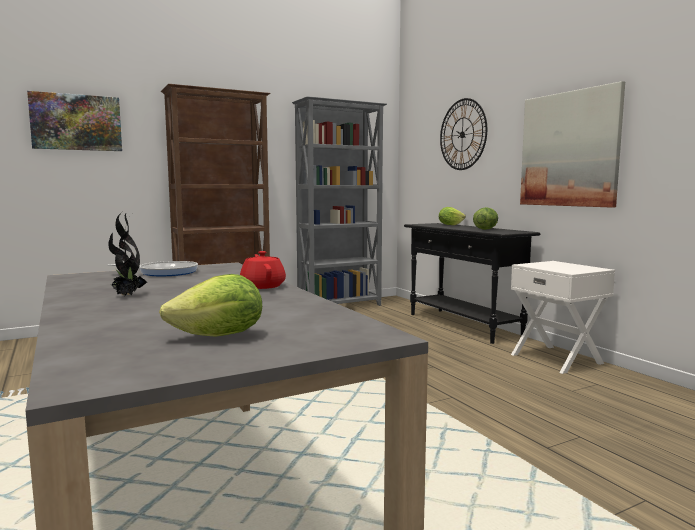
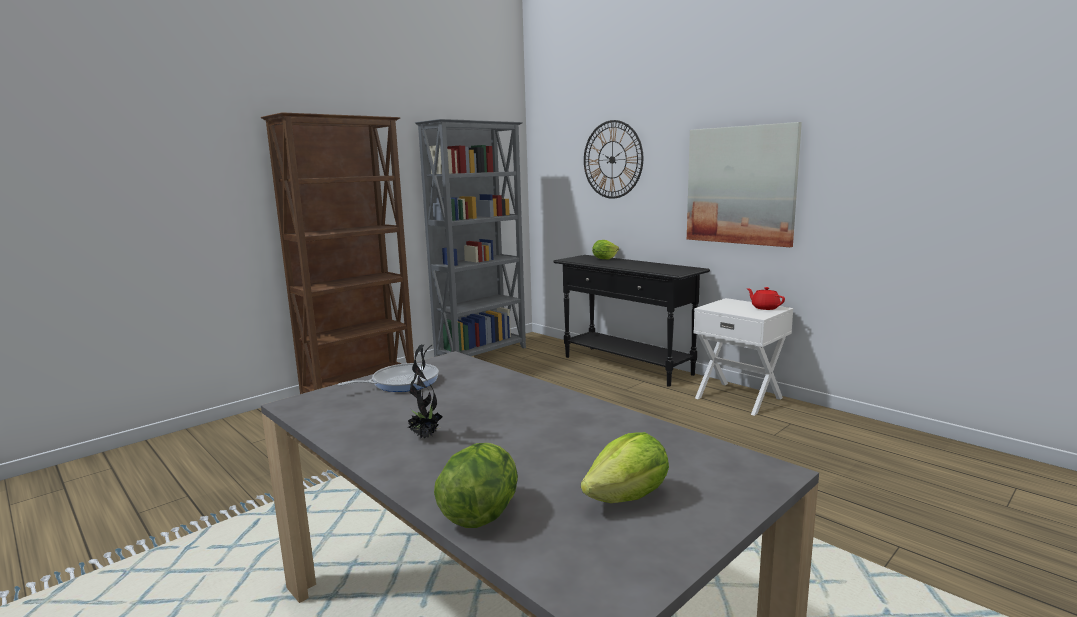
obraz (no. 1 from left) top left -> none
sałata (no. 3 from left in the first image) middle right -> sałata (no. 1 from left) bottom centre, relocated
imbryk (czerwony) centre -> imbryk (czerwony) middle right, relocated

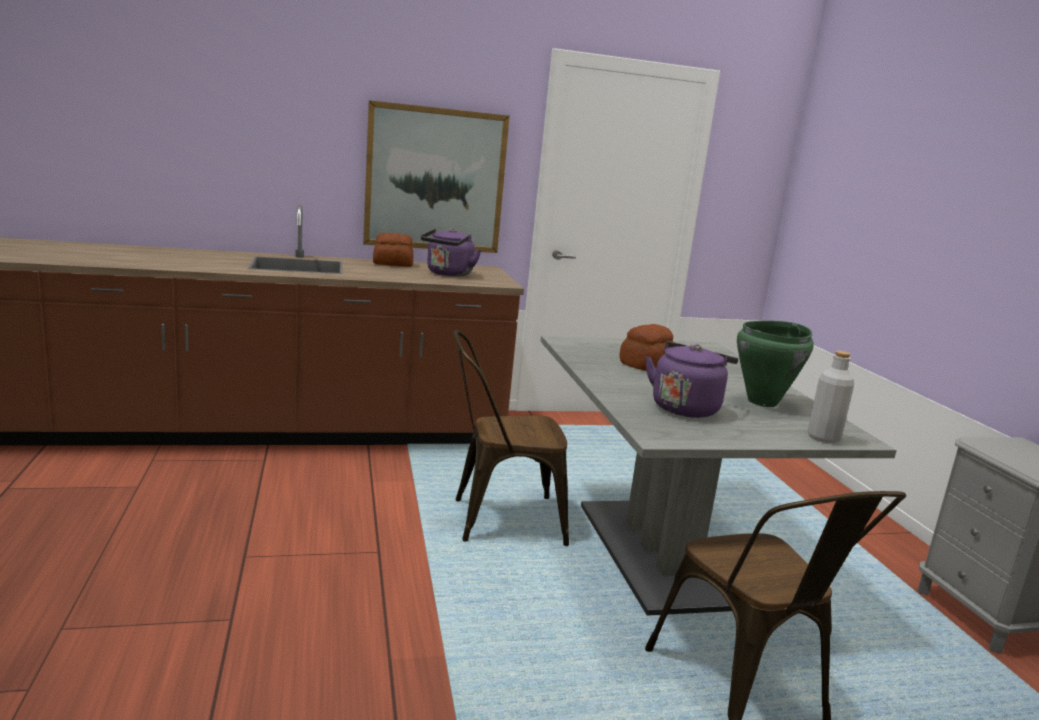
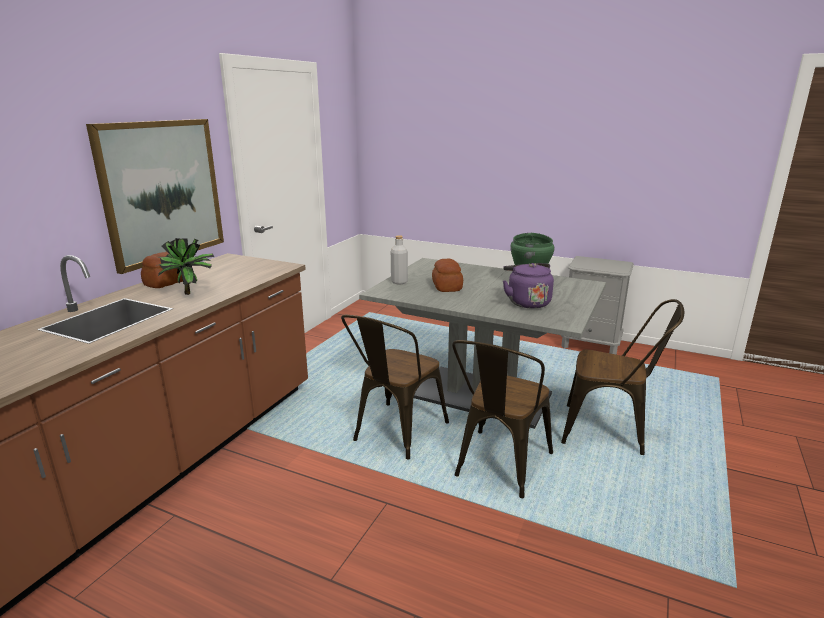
czajnik (fioletowy) (no. 1 from left) centre -> none
butelka (szary) middle right -> butelka (szary) centre, relocated
none -> roślina doniczkowa middle left
none -> krzesło (brązowy) (no. 2 from left) bottom centre

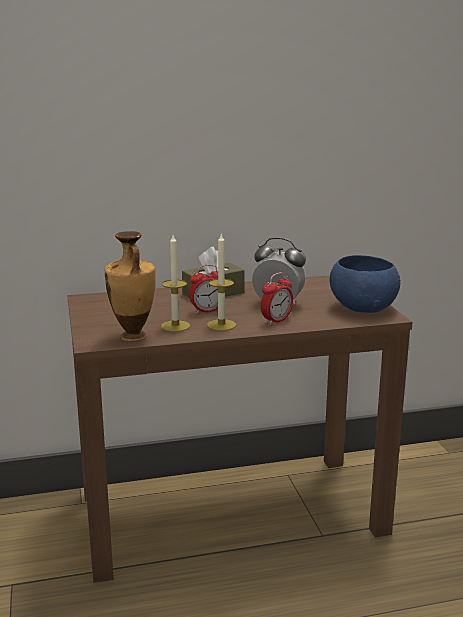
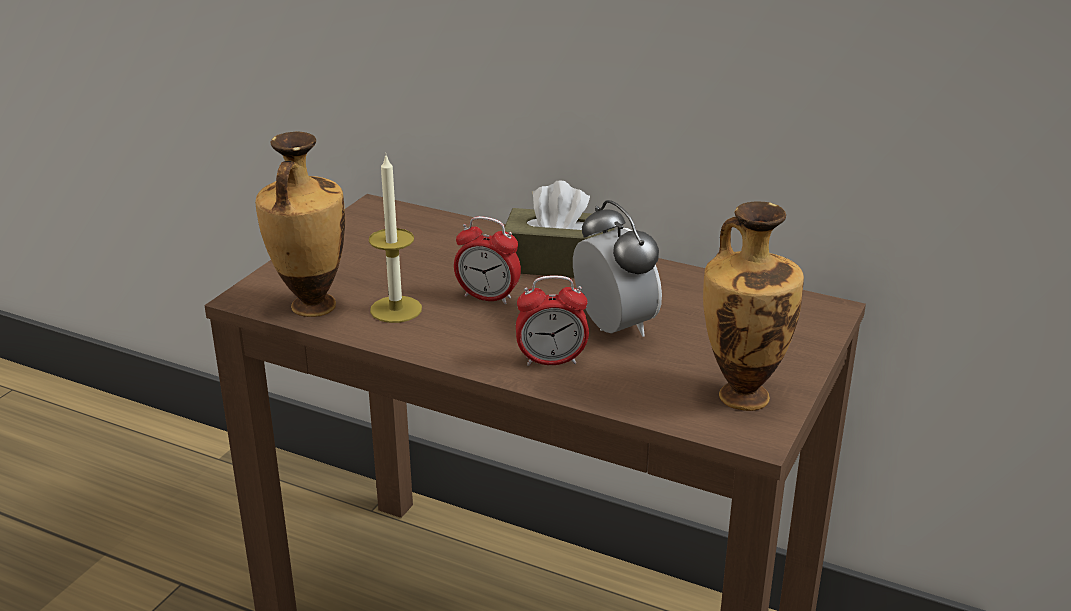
świeca (no. 2 from left) centre -> none
miska (niebieski) middle right -> wazon (no. 2 from left) middle right

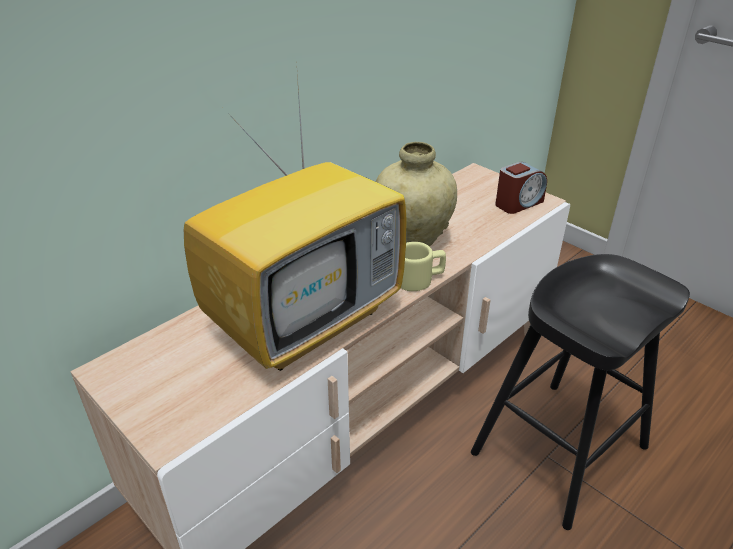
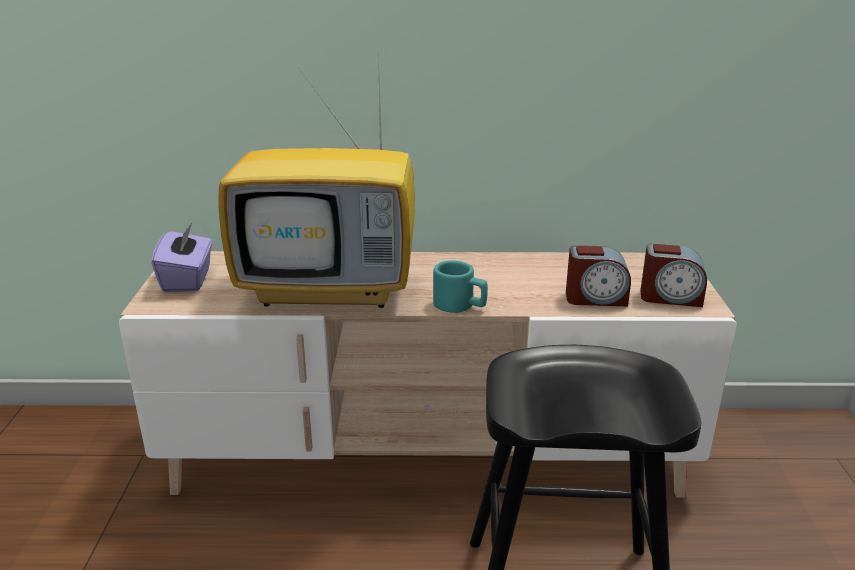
wazon (beżowy) centre -> none
kubek (beżowy) centre -> kubek (turkusowy) centre
none -> pudełko chusteczek (fioletowy) middle left
none -> budzik (no. 1 from left) middle right

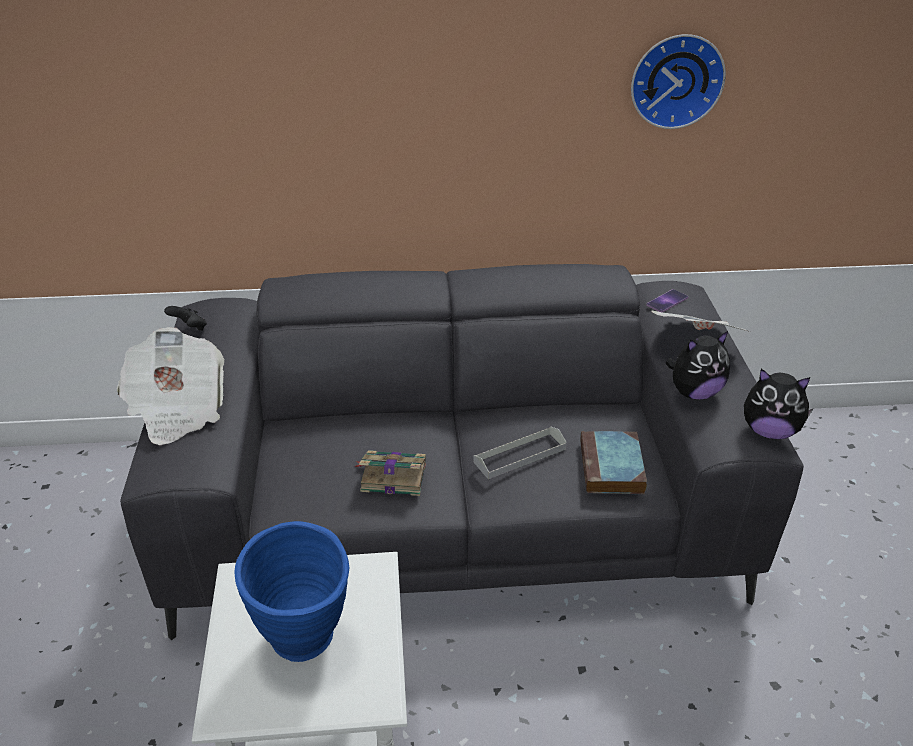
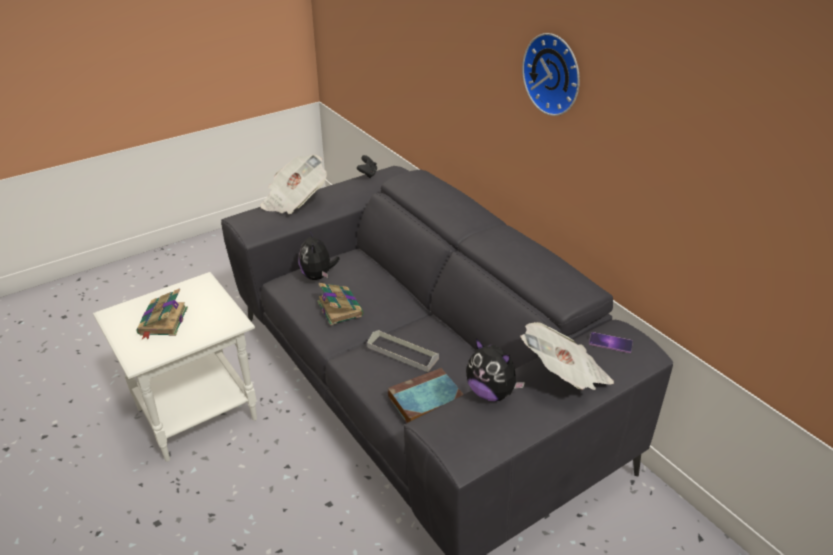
zegar ścienny top right -> zegar ścienny top centre, relocated
pluszak (no. 2 from left in the first image) middle right -> pluszak (no. 1 from left) centre, relocated
wazon (niebieski) bottom left -> książka (no. 1 from left) middle left

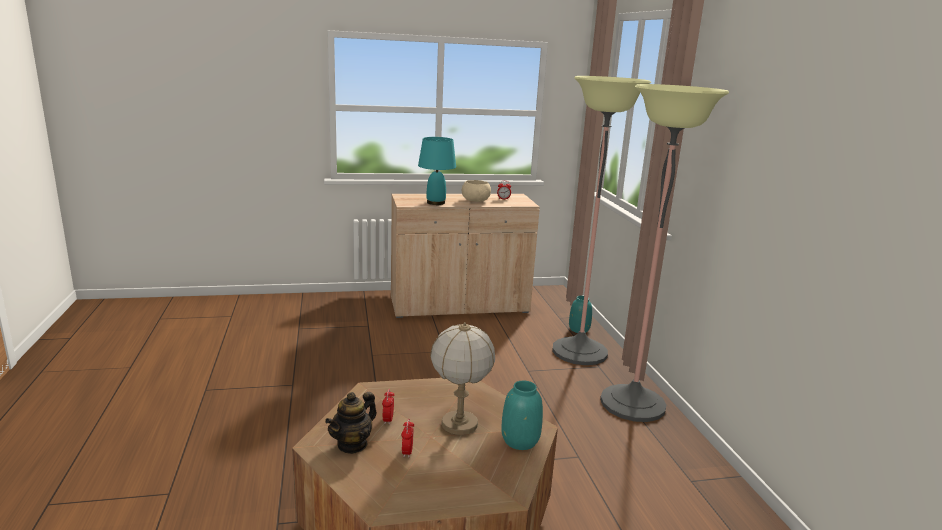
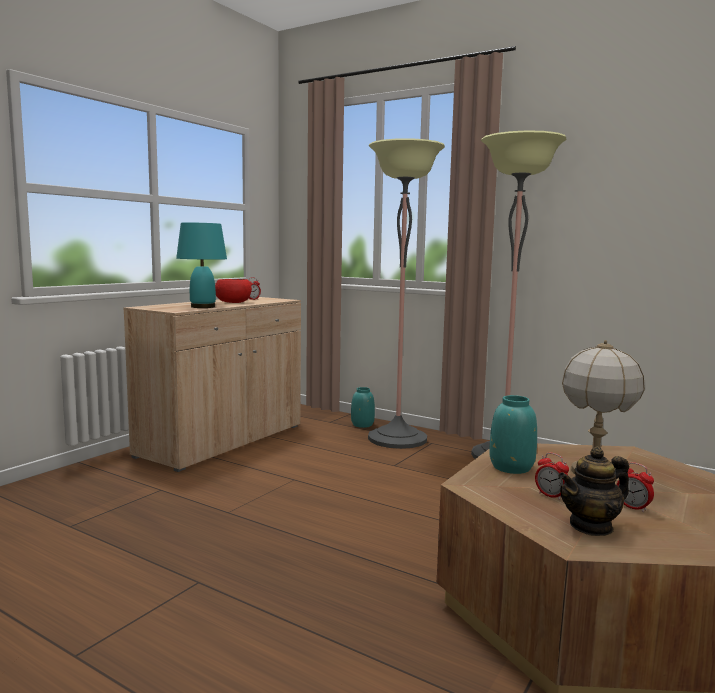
miska (beżowy) centre -> miska (czerwony) middle left
wazon (turkusowy) (no. 1 from left in the first image) bottom centre -> wazon (turkusowy) (no. 2 from left) middle right, relocated
imbryk bottom centre -> imbryk bottom right, 75 degrees clockwise

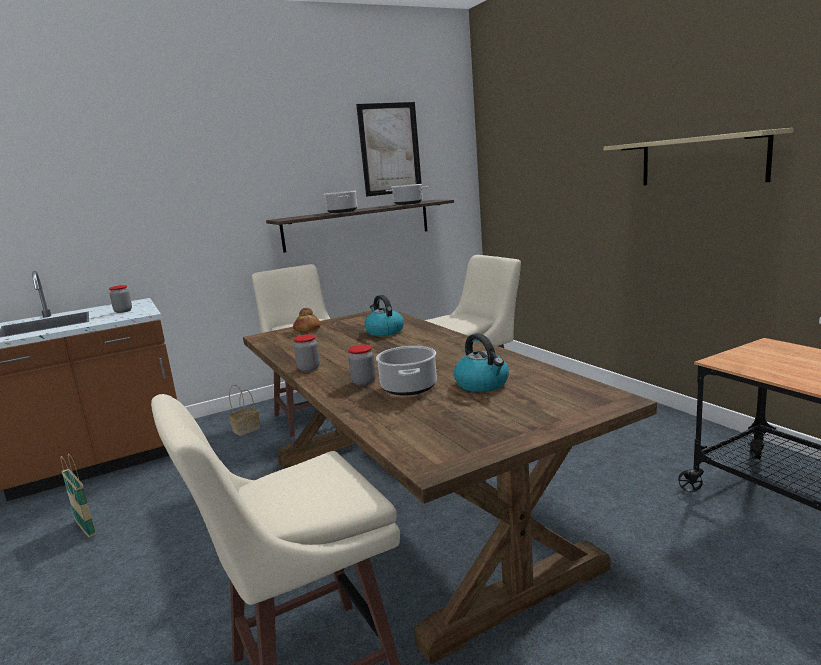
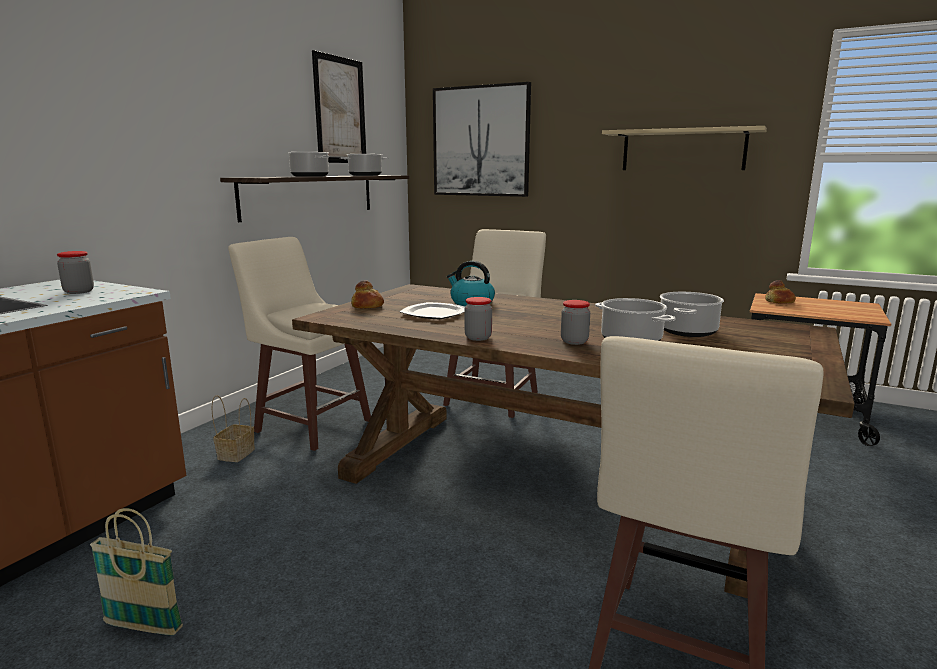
czajnik (no. 2 from left) centre -> garnek (no. 4 from left) middle right
none -> obraz (no. 2 from left) top centre
none -> chleb (no. 2 from left) middle right
none -> talerz centre

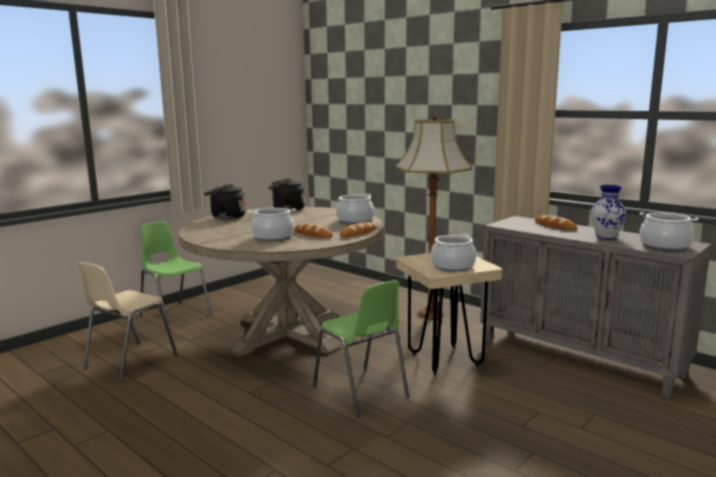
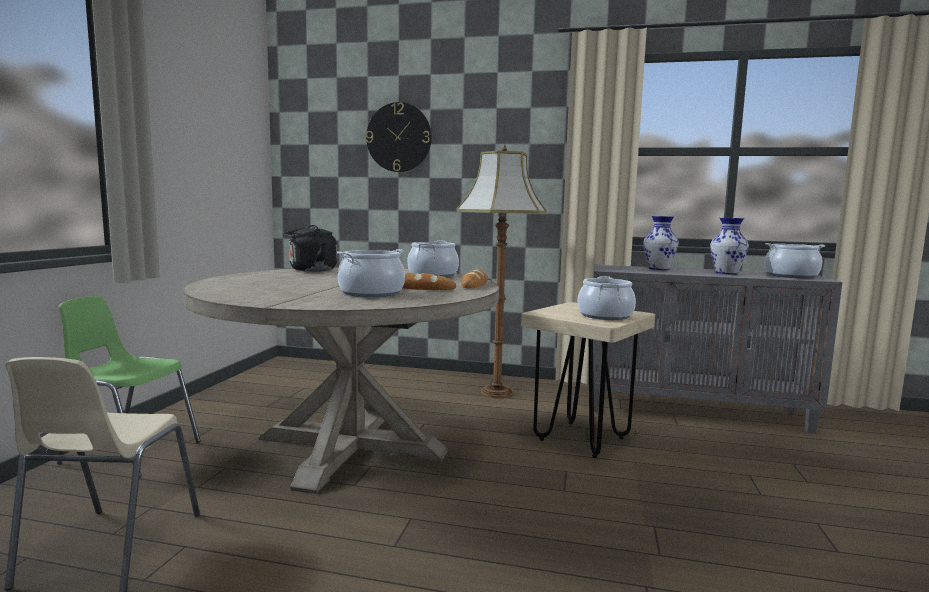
czajnik (czarny) (no. 1 from left) middle left -> none
chleb (no. 3 from left) middle right -> wazon (no. 1 from left) middle right
krzesło (zielony) (no. 2 from left) bottom centre -> none
none -> zegar ścienny top centre

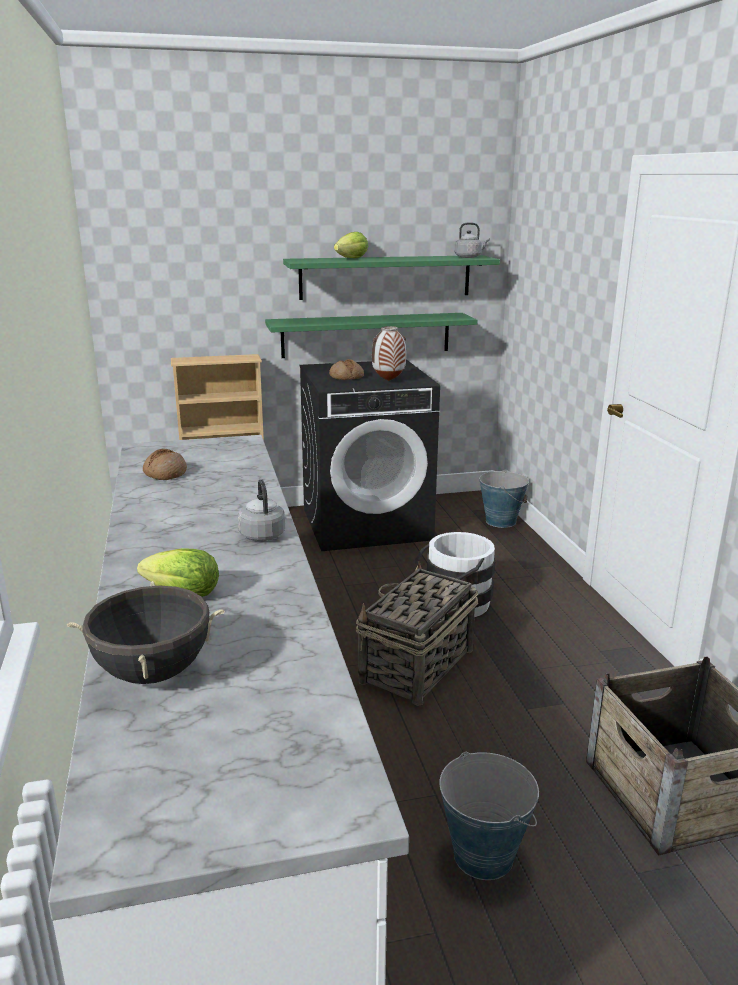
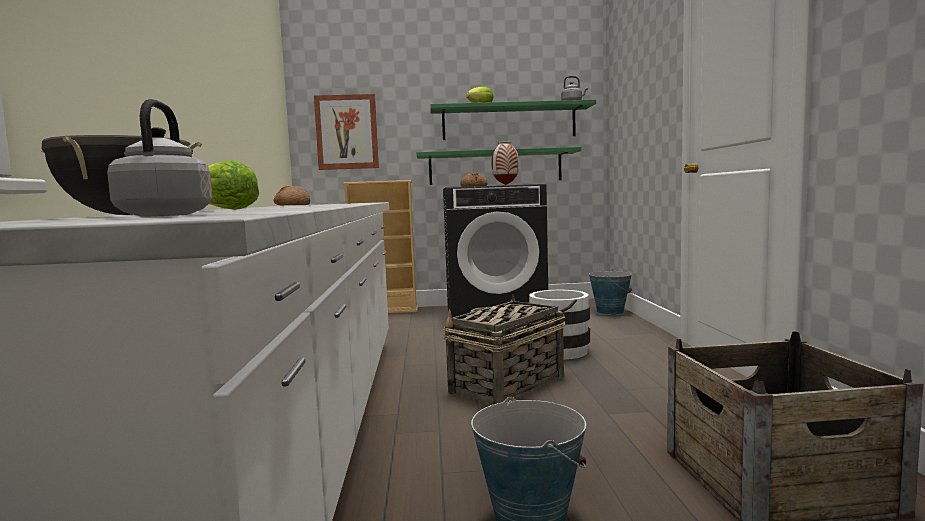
czajnik (szary) (no. 1 from left) centre -> czajnik (szary) (no. 1 from left) top left, relocated
none -> obraz top centre

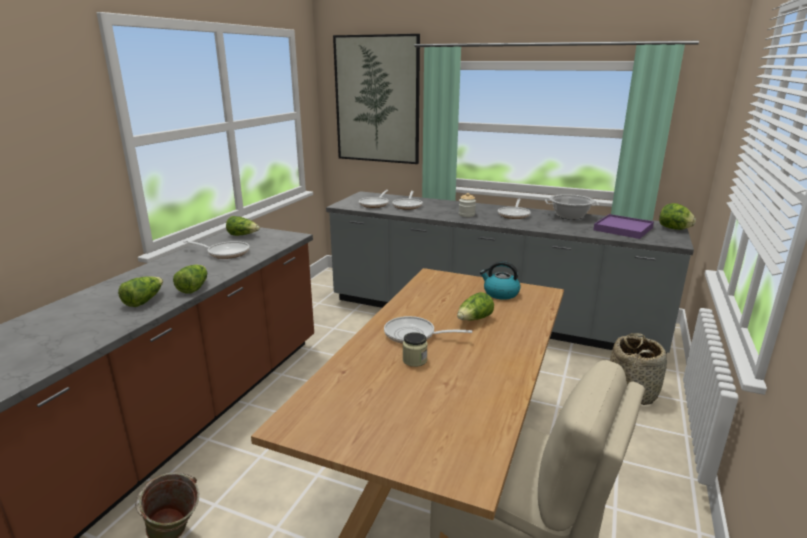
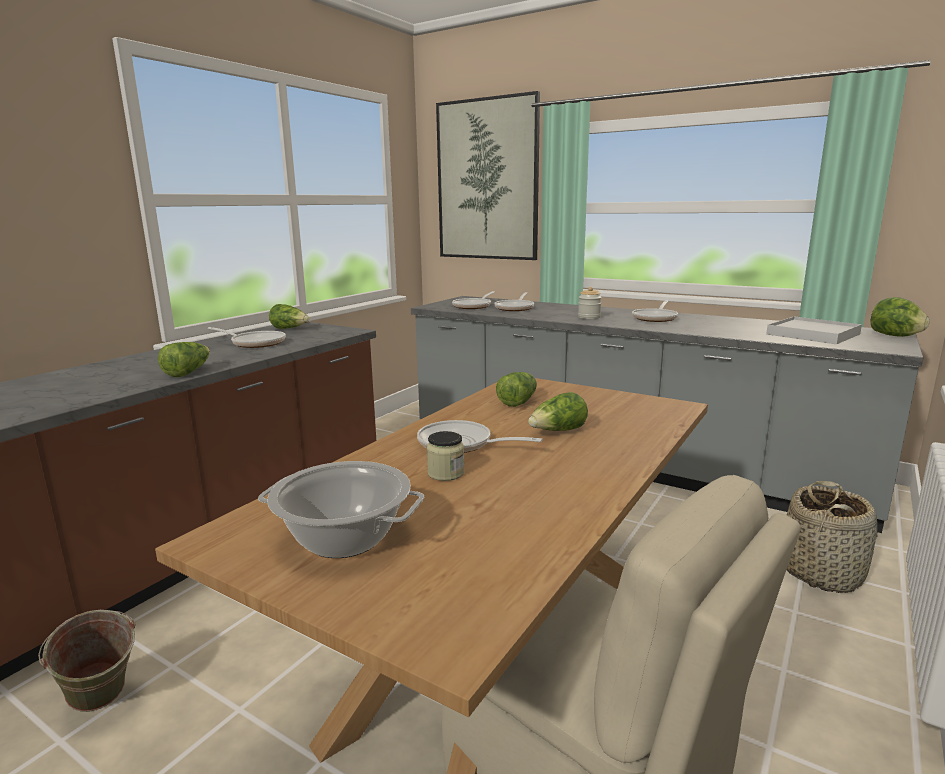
garnek middle right -> garnek centre, relocated
taca (fioletowy) middle right -> taca (biały) middle right
czajnik centre -> none
sałata (no. 1 from left in the first image) middle left -> sałata (no. 3 from left) centre, relocated

